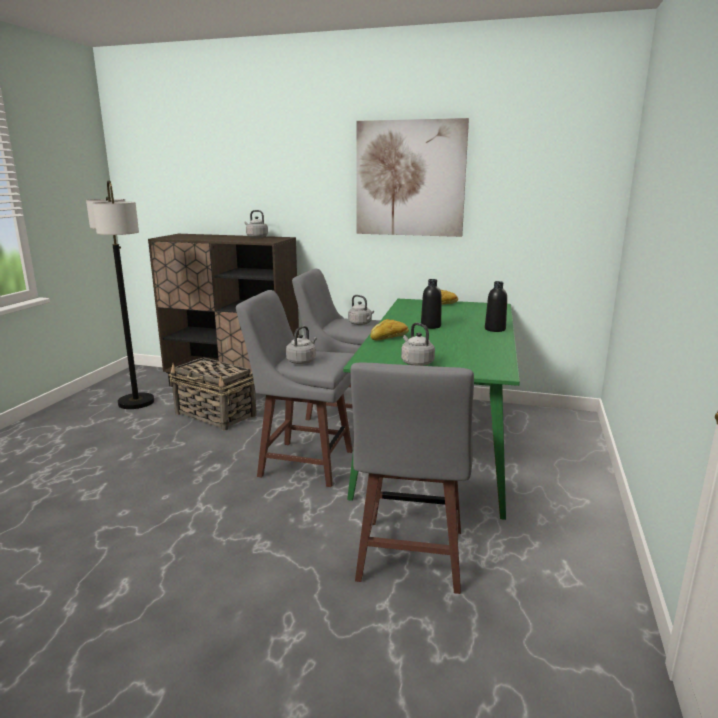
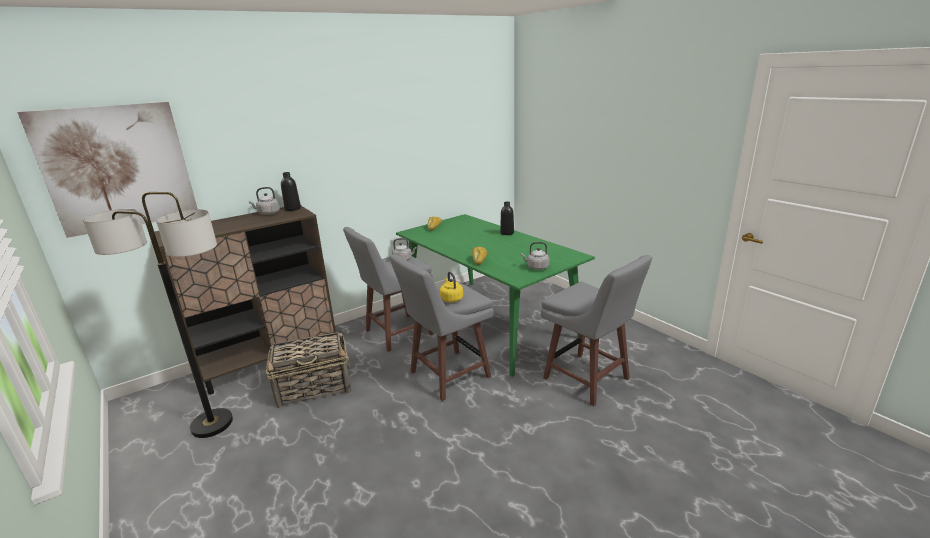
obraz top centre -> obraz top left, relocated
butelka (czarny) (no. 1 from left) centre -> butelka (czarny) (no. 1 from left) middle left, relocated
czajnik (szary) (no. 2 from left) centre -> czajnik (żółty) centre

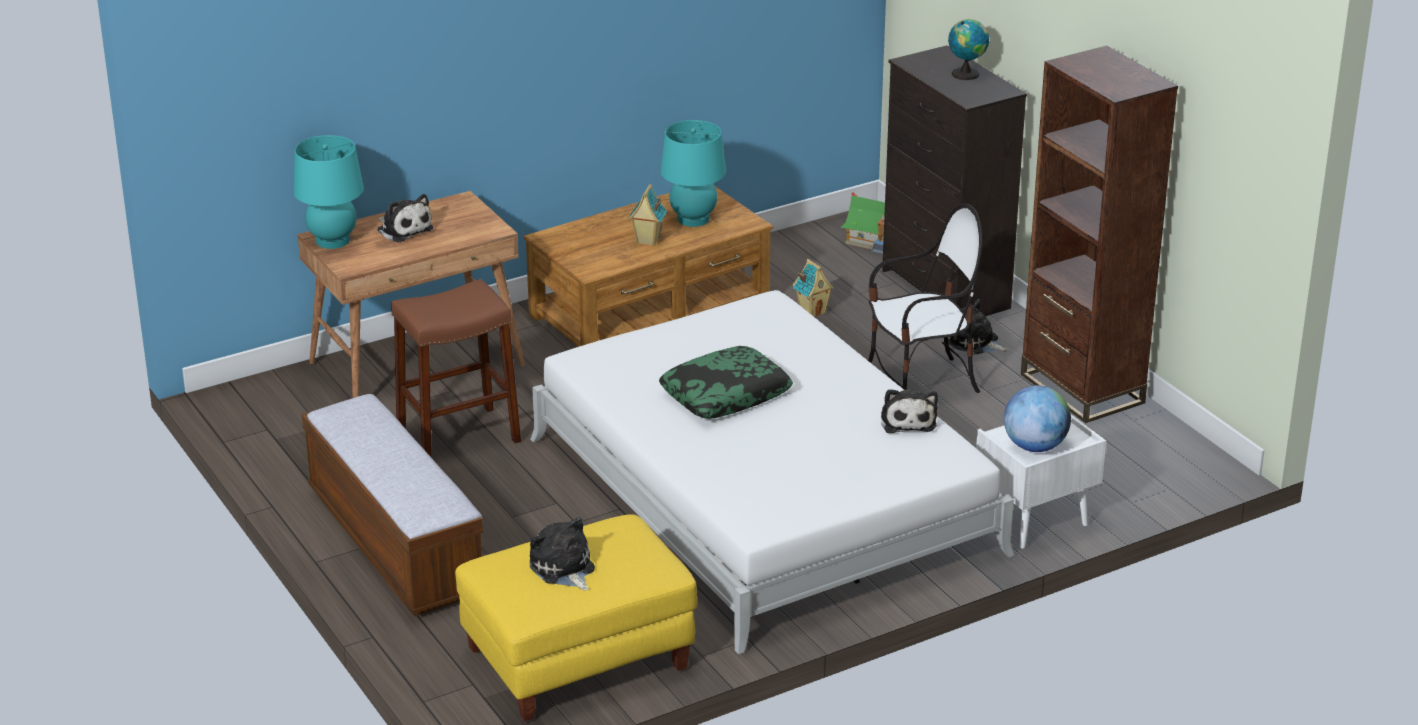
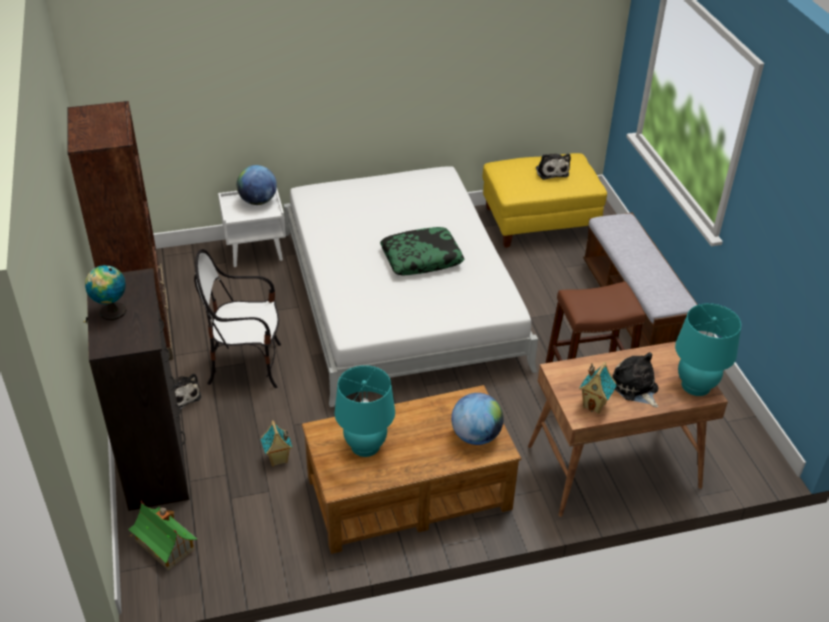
domek (no. 1 from left in the first image) top centre -> domek (no. 3 from left) middle right, relocated
pluszak (no. 3 from left) centre -> none
none -> globus (no. 3 from left) bottom centre

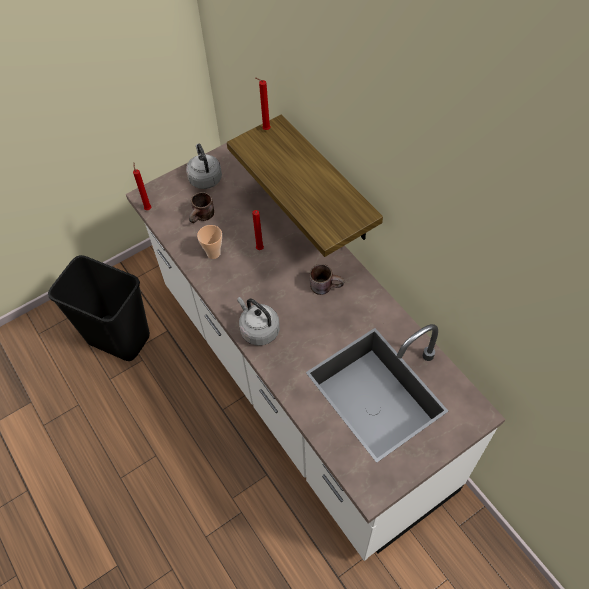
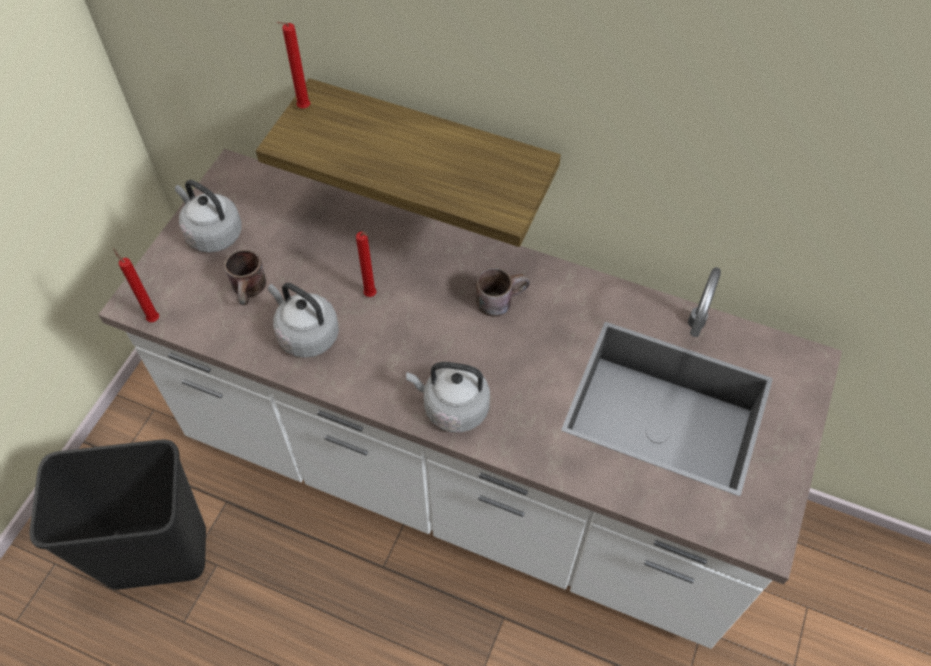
filiżanka centre -> czajnik (szary) (no. 2 from left) middle left

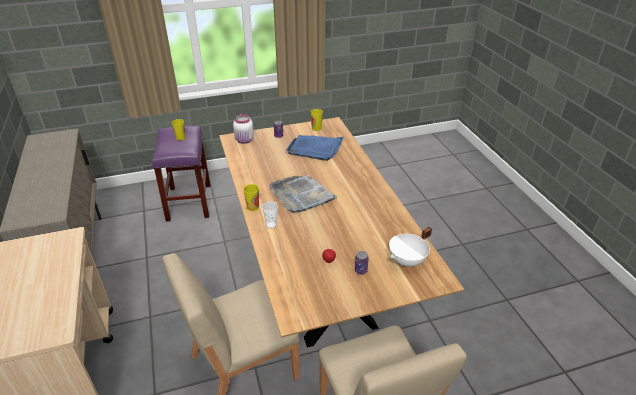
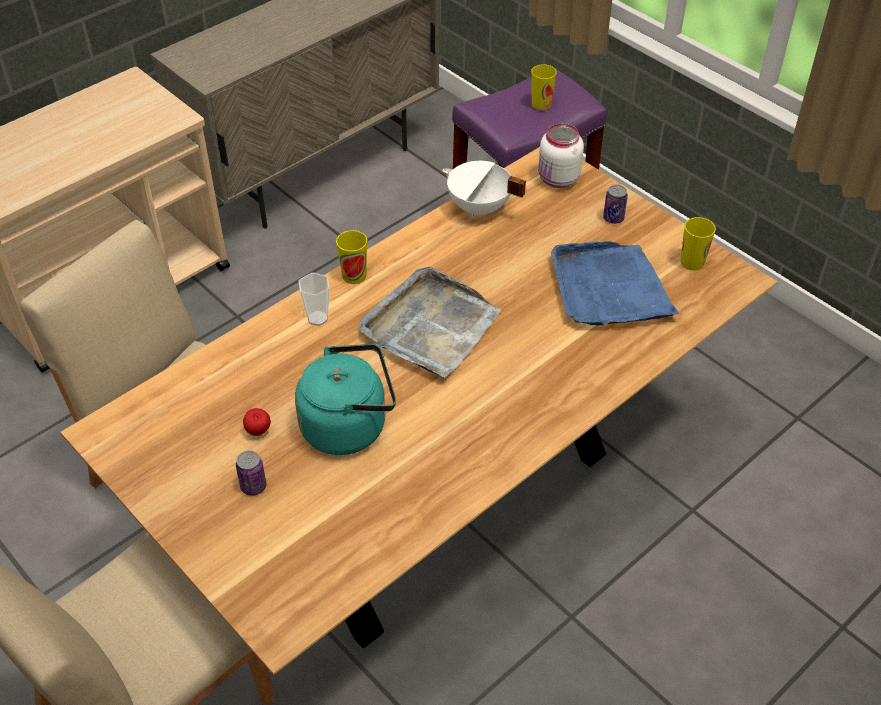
garnek (biały) centre -> garnek (biały) top centre, relocated
none -> czajnik (turkusowy) centre

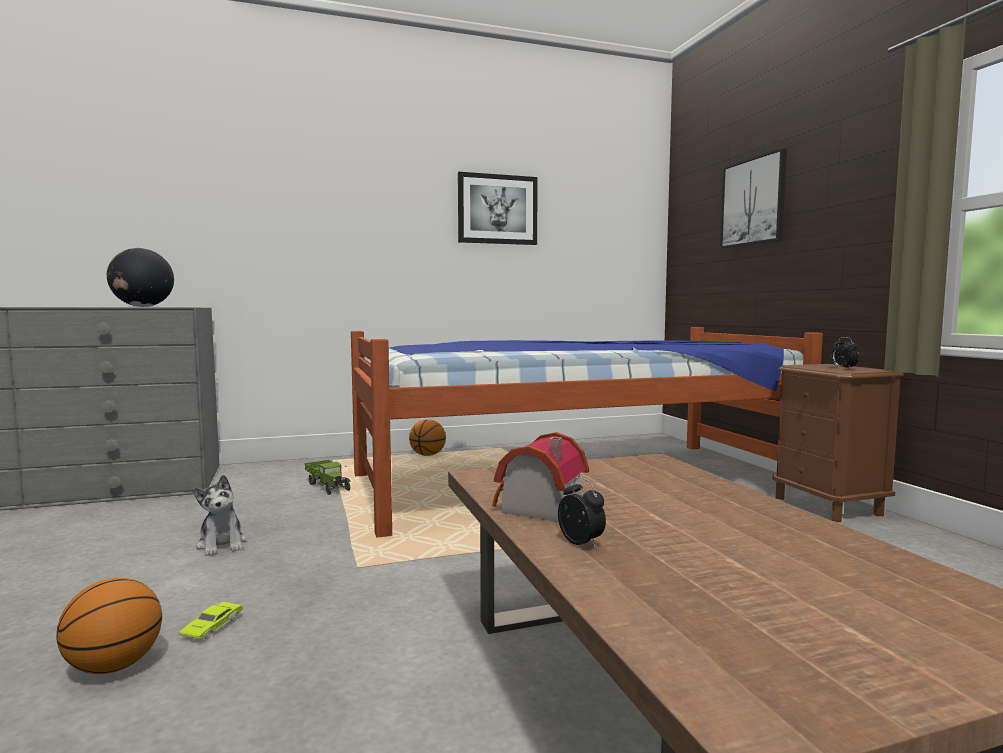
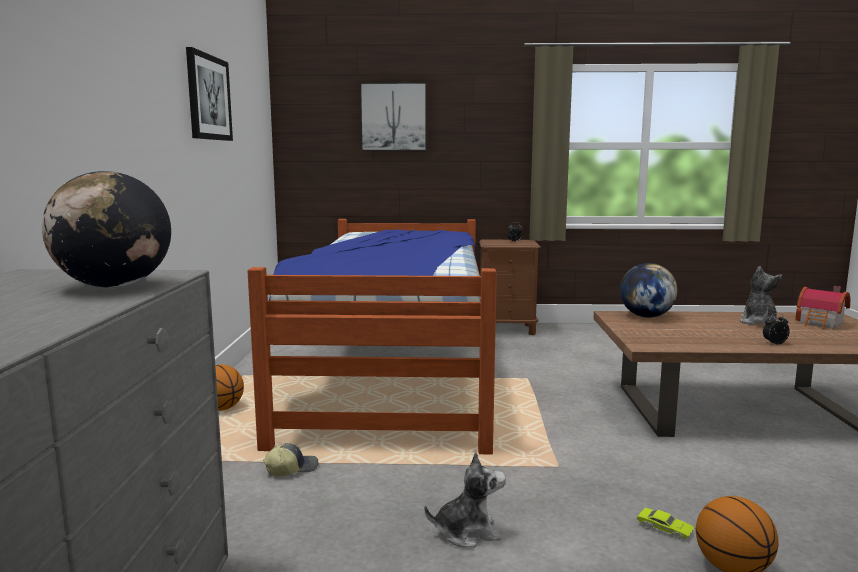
domek centre -> domek middle right, relocated
ciężarówka zabawkowa middle left -> czapka z daszkiem bottom centre
none -> globus (no. 2 from left) middle right
none -> pluszak (no. 2 from left) middle right

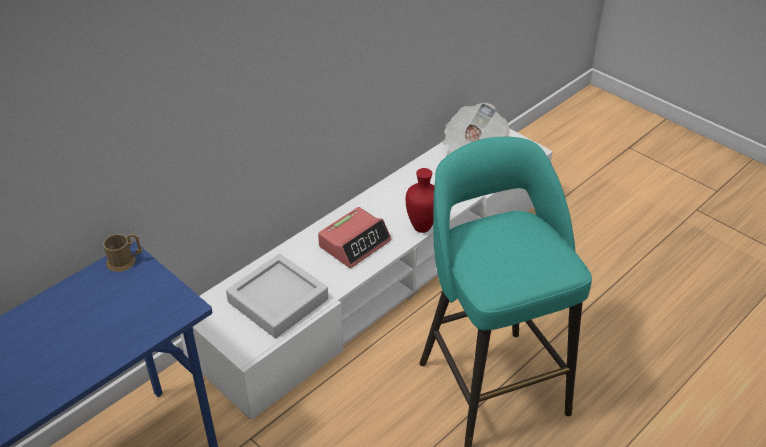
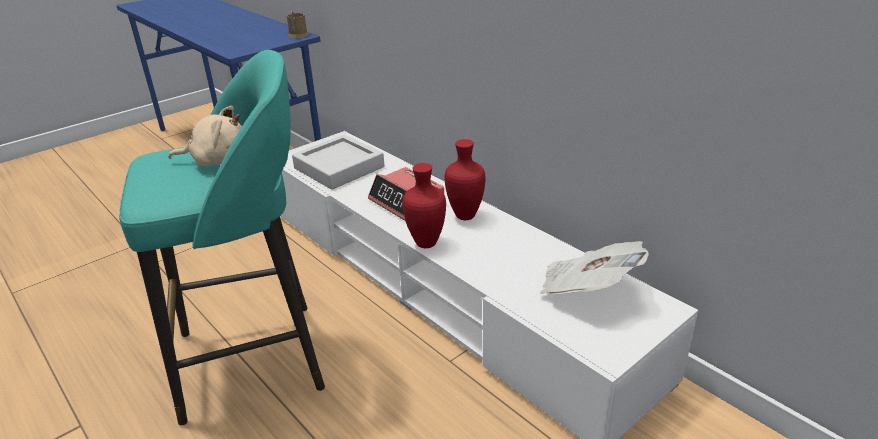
none -> pluszak (beżowy) top left
none -> wazon (czerwony) (no. 2 from left) centre

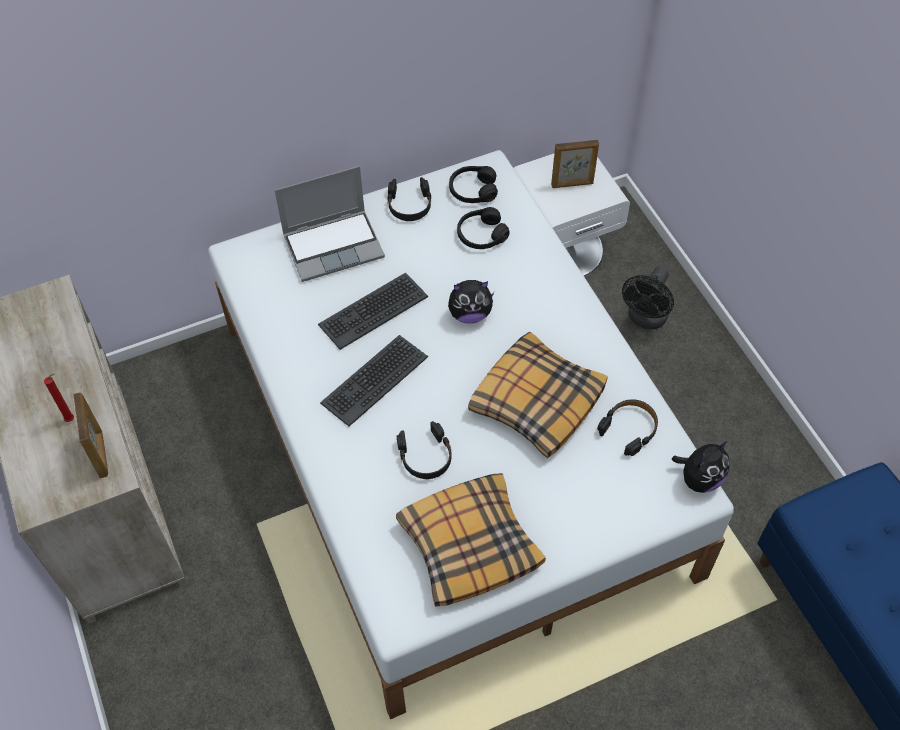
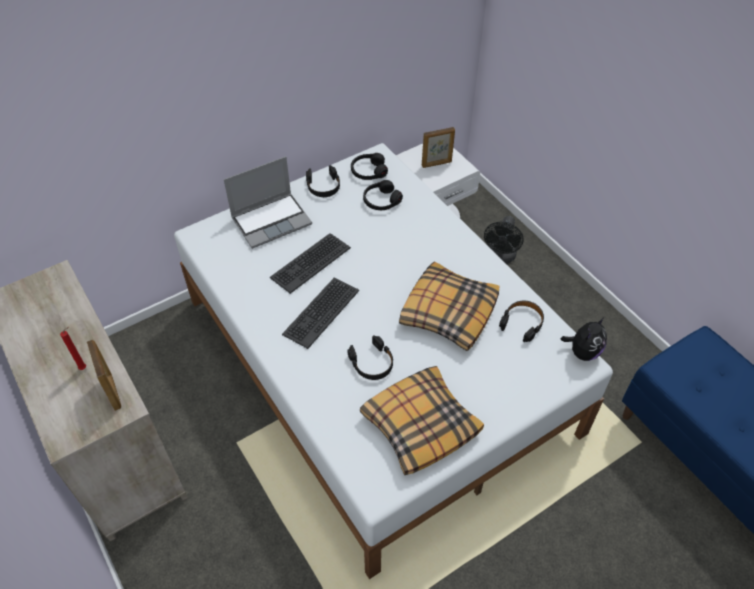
pluszak (no. 1 from left) centre -> none

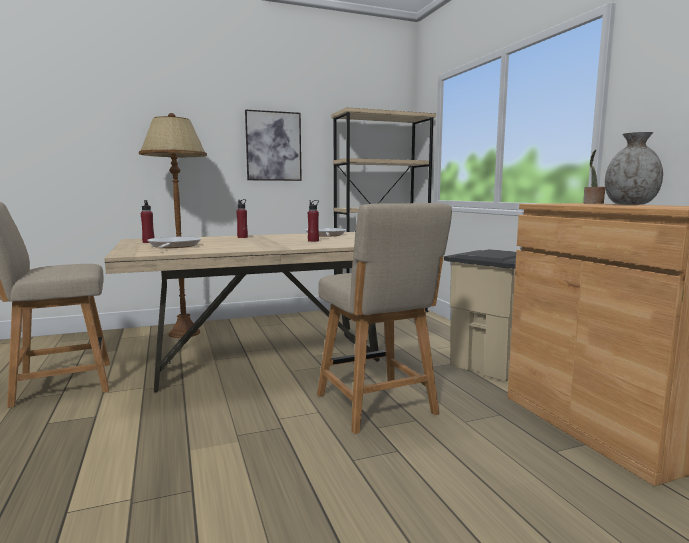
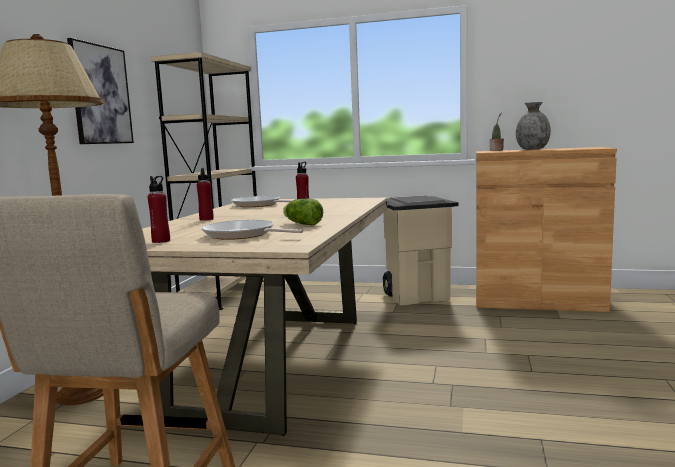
krzesło (beżowy) (no. 2 from left) centre -> none
none -> sałata centre

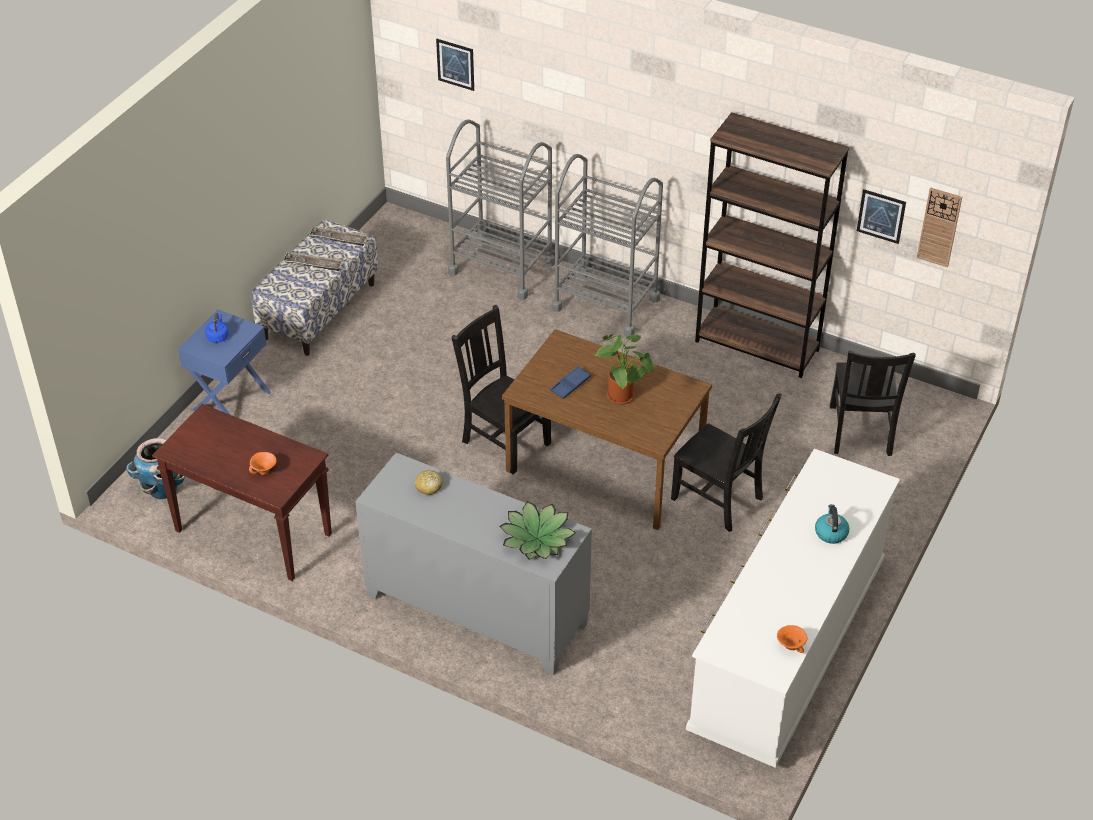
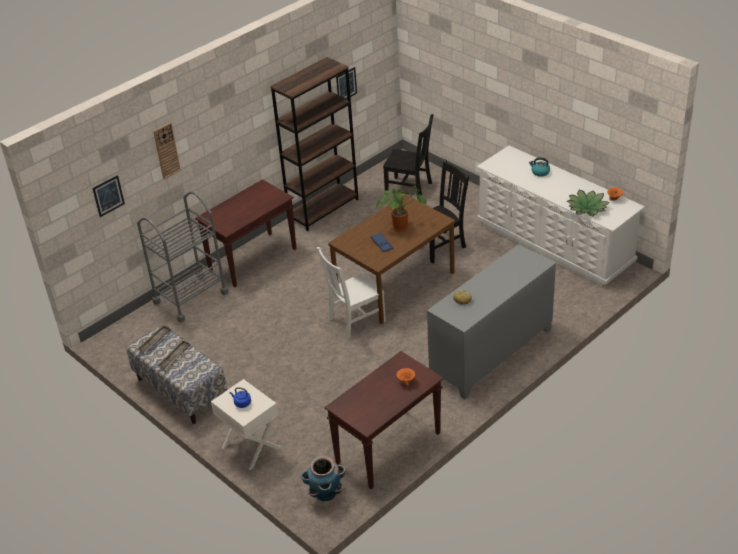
wózek (szary) (no. 2 from left) top centre -> stolik konsolowy (brązowy) (no. 1 from left) middle left
zegar ścienny top right -> zegar ścienny top left, relocated
krzesło (czarny) (no. 1 from left) centre -> krzesło (biały) centre
szafka nocna (niebieski) middle left -> szafka nocna (biały) bottom centre
roślina doniczkowa (no. 1 from left in the first image) centre -> roślina doniczkowa (no. 2 from left) middle right, relocated

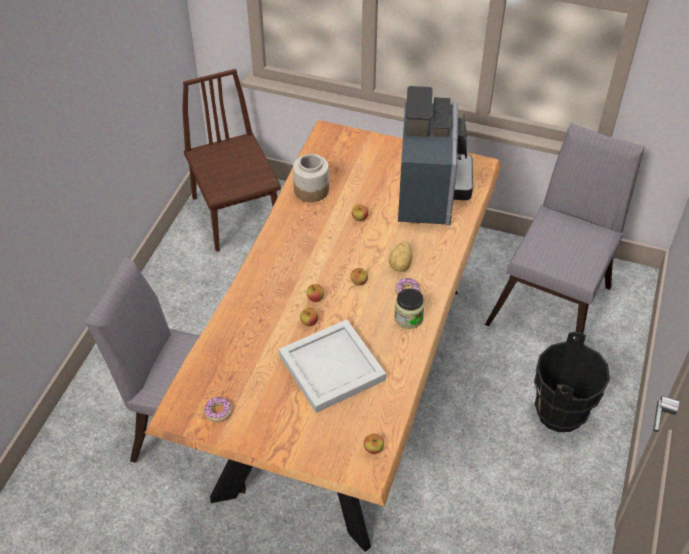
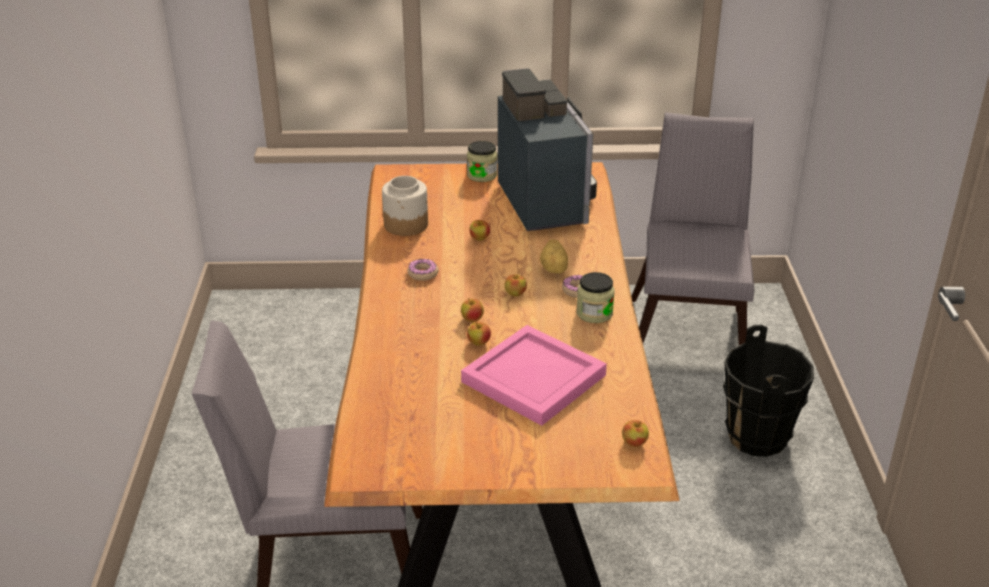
krzesło (brązowy) top centre -> none
taca (biały) centre -> taca (różowy) centre
donut (no. 1 from left) bottom left -> donut (no. 1 from left) centre, relocated
none -> słoik (no. 2 from left) top centre

